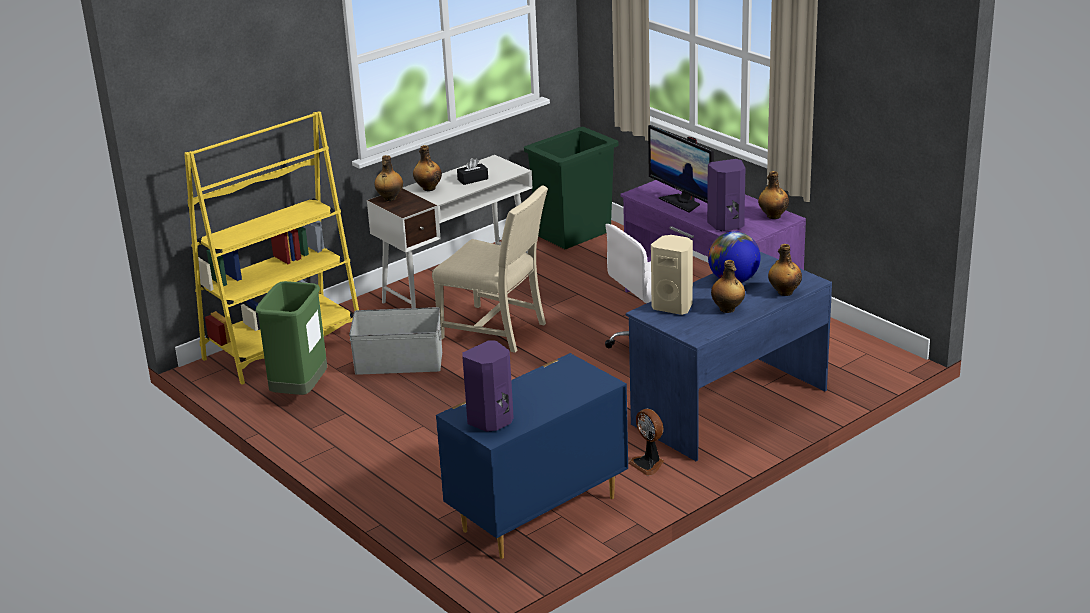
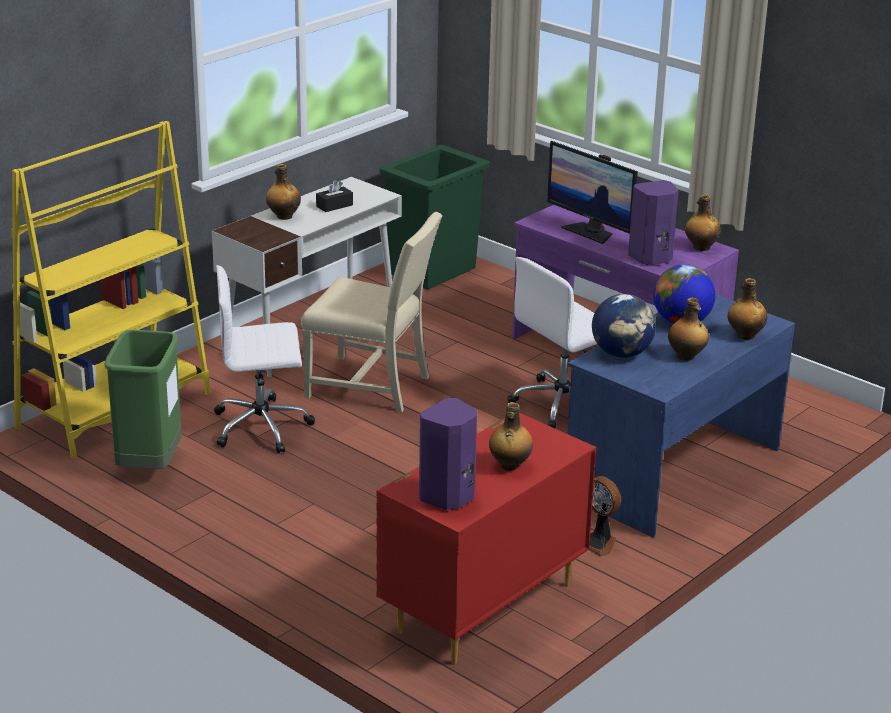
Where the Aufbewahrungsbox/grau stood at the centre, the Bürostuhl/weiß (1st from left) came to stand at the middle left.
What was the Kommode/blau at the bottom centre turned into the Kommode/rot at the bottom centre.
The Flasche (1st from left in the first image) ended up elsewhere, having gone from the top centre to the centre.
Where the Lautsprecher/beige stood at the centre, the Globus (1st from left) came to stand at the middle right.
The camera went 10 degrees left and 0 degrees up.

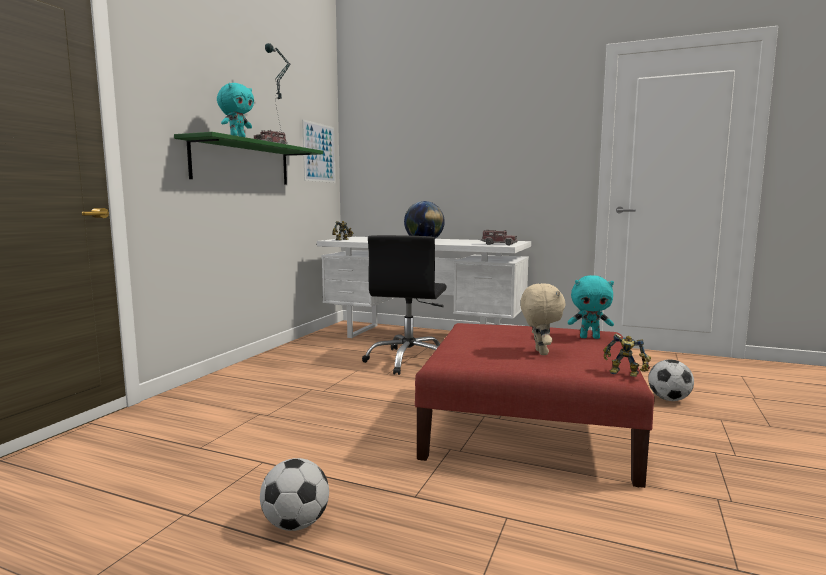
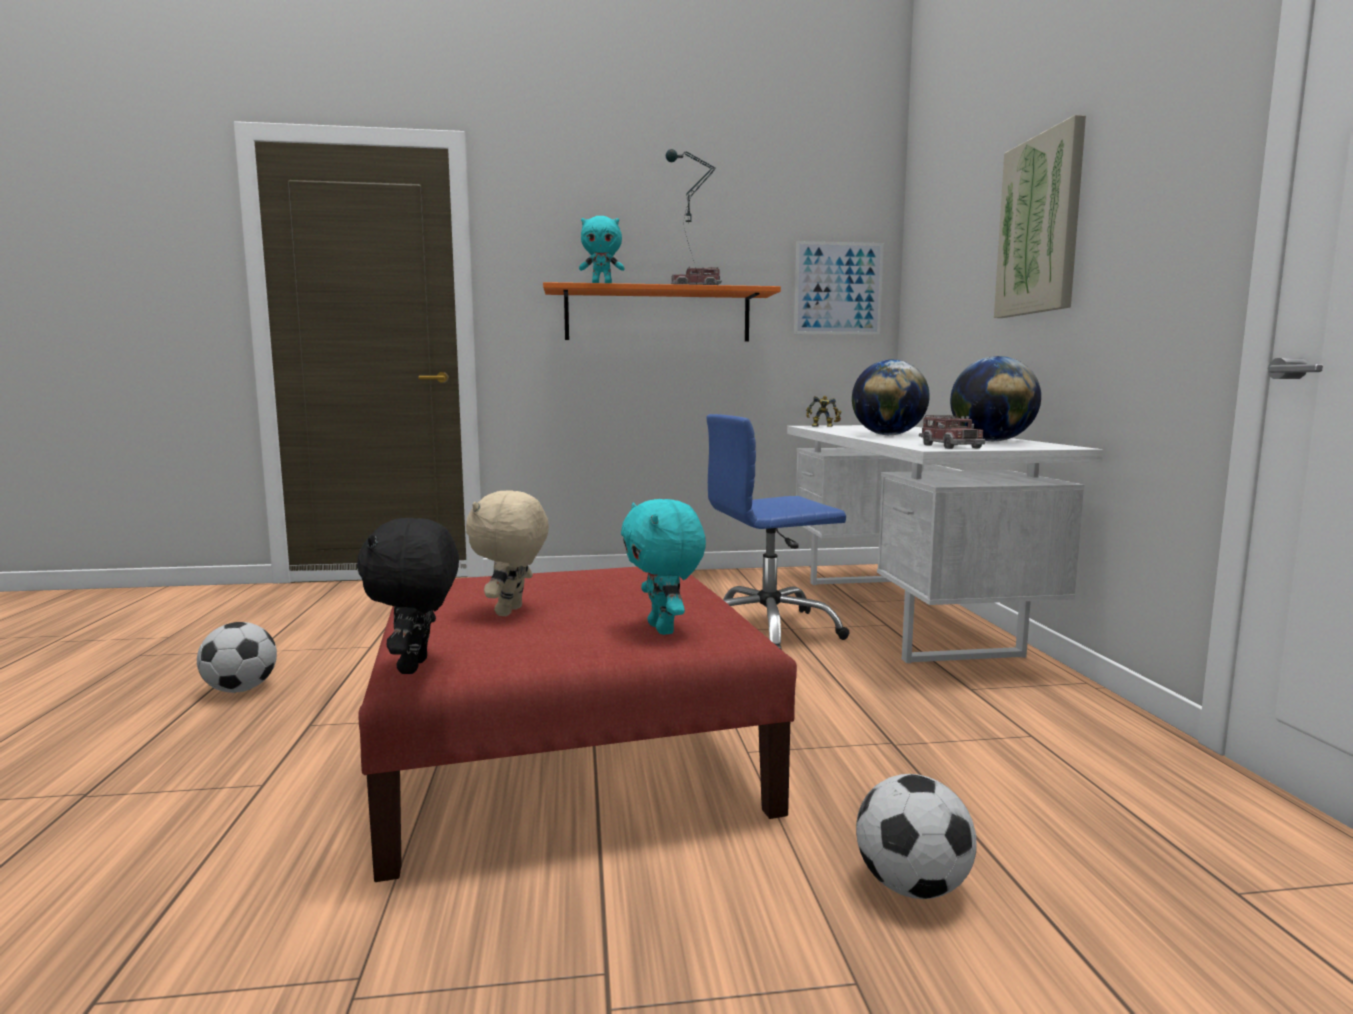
Where the Spielzeugroboter (2nd from left) stood at the middle right, the Plüschtier/schwarz came to stand at the middle left.
The Plüschtier/beige at the centre ended up facing another way, 135 degrees clockwise from before.
What was the Wandregal/grün at the top left turned into the Wandregal/orange at the top centre.
What was the Bürostuhl/schwarz at the centre turned into the Bürostuhl/blau at the centre.
The second view gained the Globus (2nd from left) at the middle right.
The second view gained the Bild (2nd from left) at the top right.
The camera went 60 degrees right and 0 degrees up.

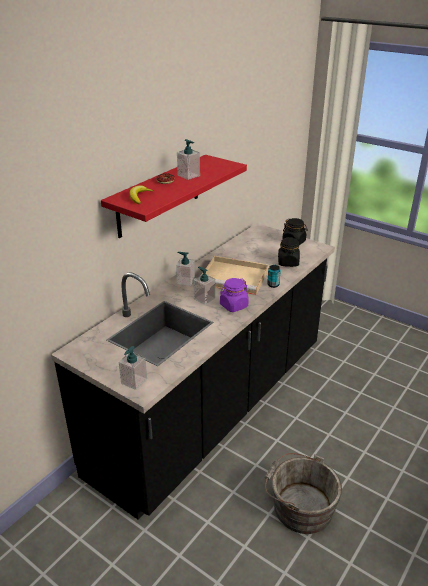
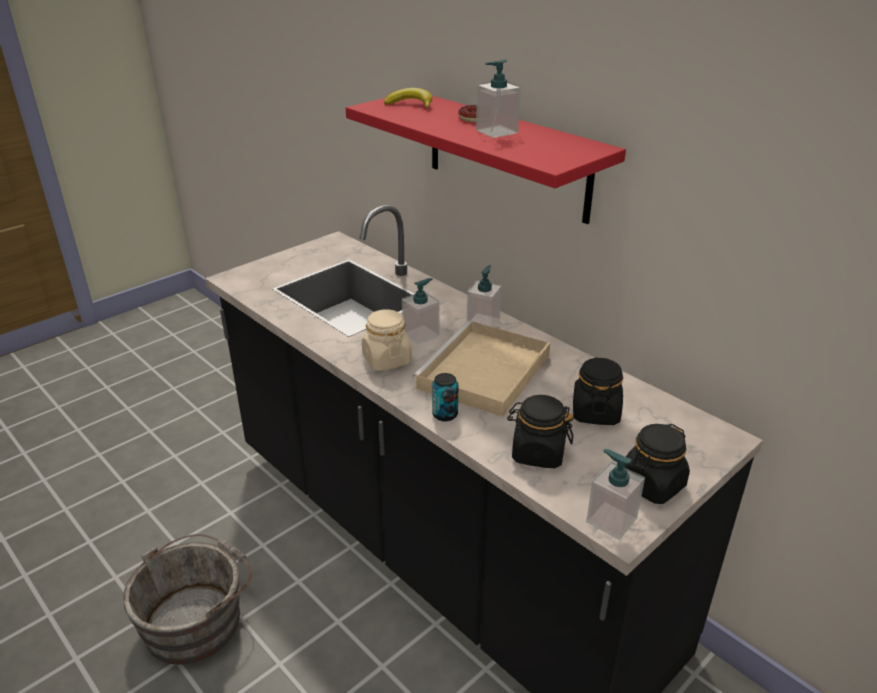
What was the Vorratsglas/lila at the centre turned into the Vorratsglas/beige at the centre.
The second view gained the Vorratsglas/schwarz (2nd from left) at the middle right.
The Seifenspender (1st from left in the first image) ended up elsewhere, having gone from the middle left to the bottom right.
The camera went 100 degrees right and 0 degrees up.

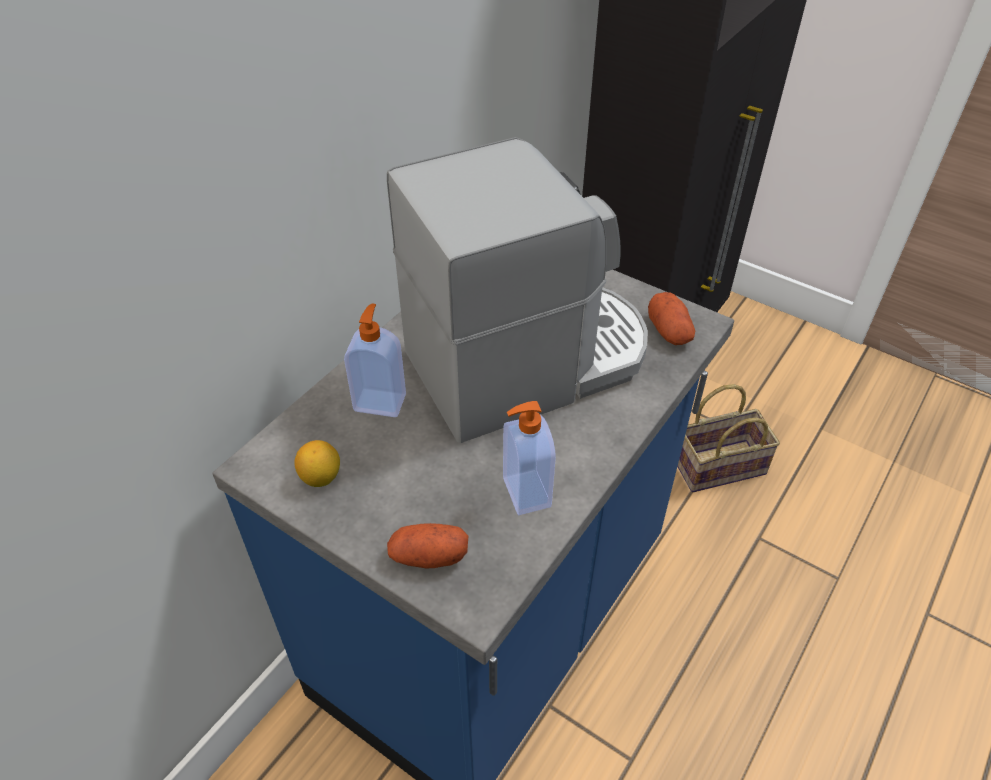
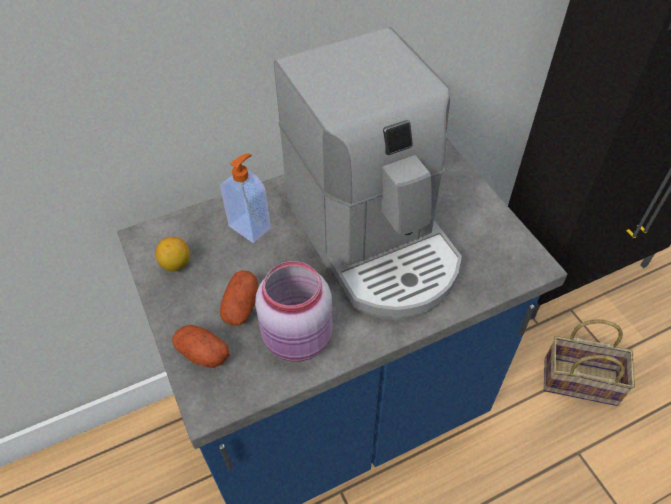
The Kartoffel (2nd from left) ended up elsewhere, having gone from the middle right to the centre.
Where the Seifenspender (2nd from left) stood at the centre, the Vorratsglas/rosa came to stand at the centre.
The Kaffeemaschine at the centre ended up facing another way, 60 degrees clockwise from before.
The camera went 30 degrees right and 5 degrees up.

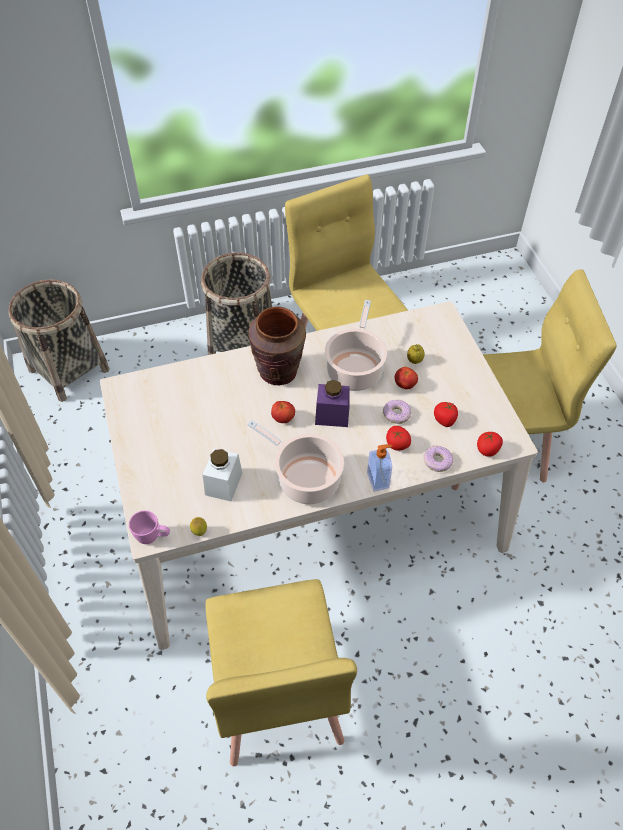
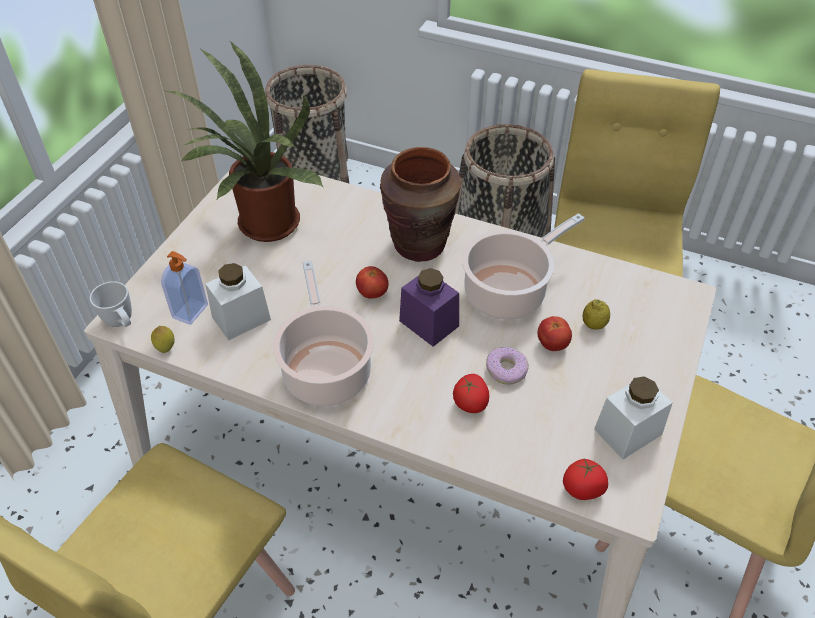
What was the Henkelbecher/rosa at the middle left turned into the Henkelbecher/weiß at the middle left.
The Seifenspender ended up elsewhere, having gone from the centre to the middle left.
The second view gained the Topfpflanze at the top left.
The second view gained the Vorratsglas/weiß (2nd from left) at the bottom right.
The second view lost the Donut (2nd from left) at the middle right.
The second view lost the Tomate (4th from left) at the middle right.
The camera went 40 degrees right and 5 degrees down.

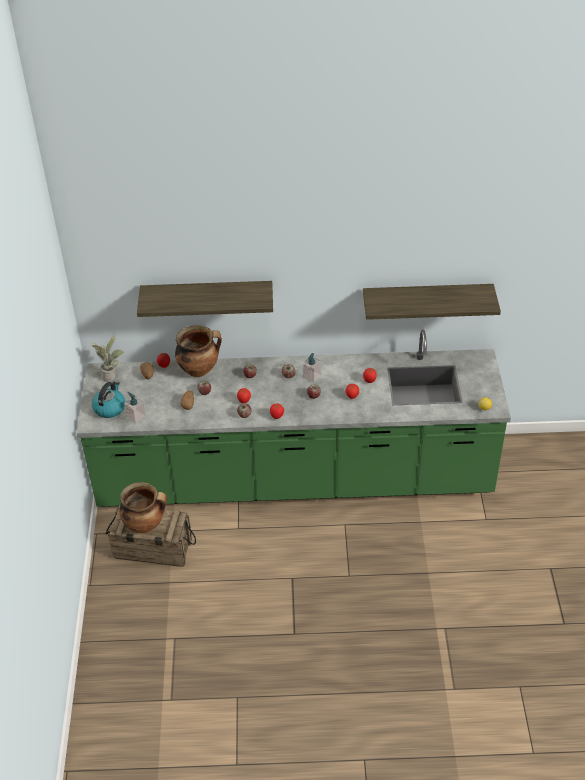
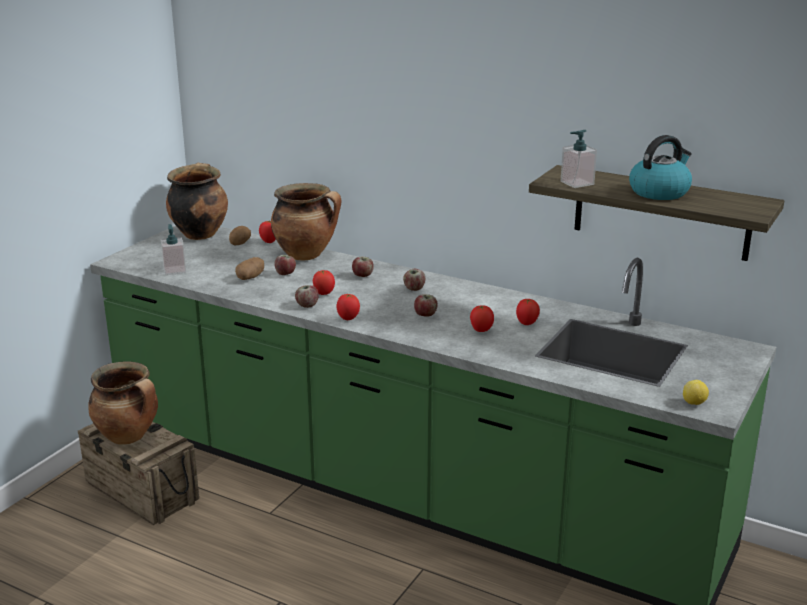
Where the Topfpflanze stood at the middle left, the Kochtopf (2nd from left) came to stand at the top left.
The Seifenspender (2nd from left) ended up elsewhere, having gone from the centre to the top right.
The Wasserkessel ended up elsewhere, having gone from the middle left to the top right.
The second view lost the Wandregal (1st from left) at the centre.
The camera went 30 degrees right and 20 degrees down.

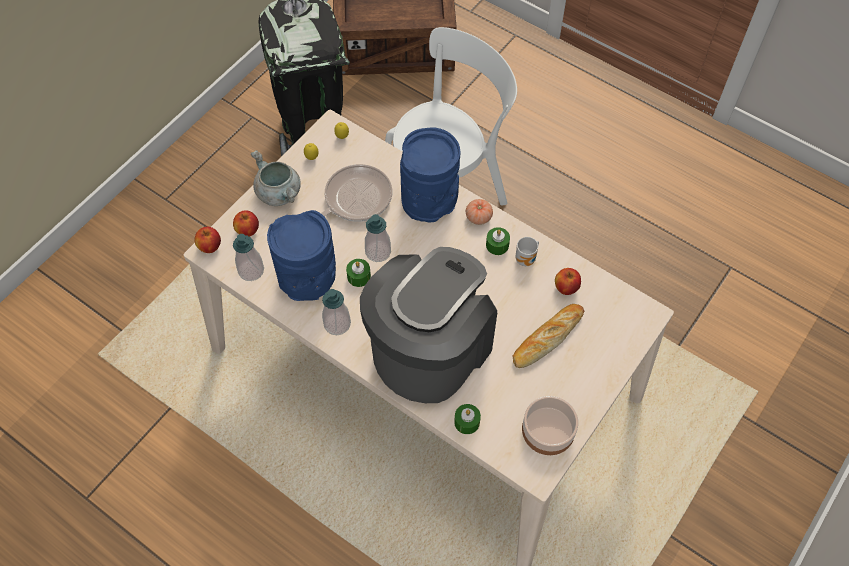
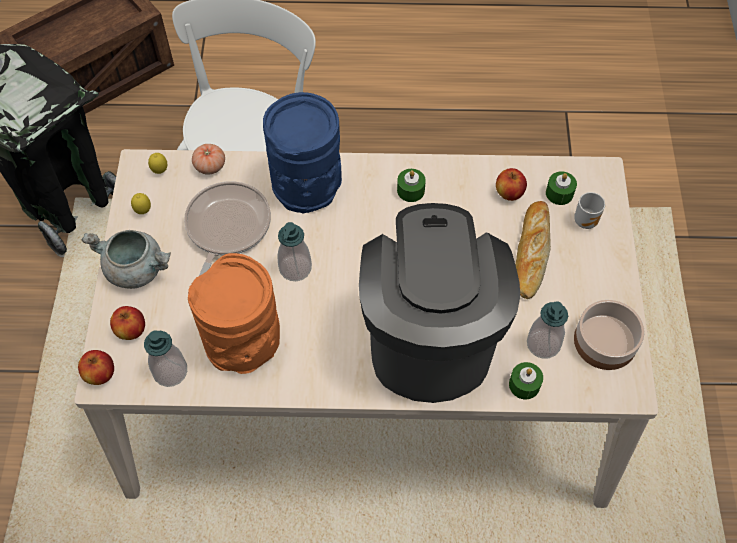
What was the Vase/blau (1st from left) at the centre turned into the Vase/orange at the middle left.
The Tomate ended up elsewhere, having gone from the centre to the top left.
The Seifenspender (2nd from left in the first image) ended up elsewhere, having gone from the centre to the middle right.
The Kerze/grün (1st from left in the first image) ended up elsewhere, having gone from the centre to the middle right.
The Henkelbecher ended up elsewhere, having gone from the centre to the middle right.
The camera went 35 degrees left and 0 degrees up.

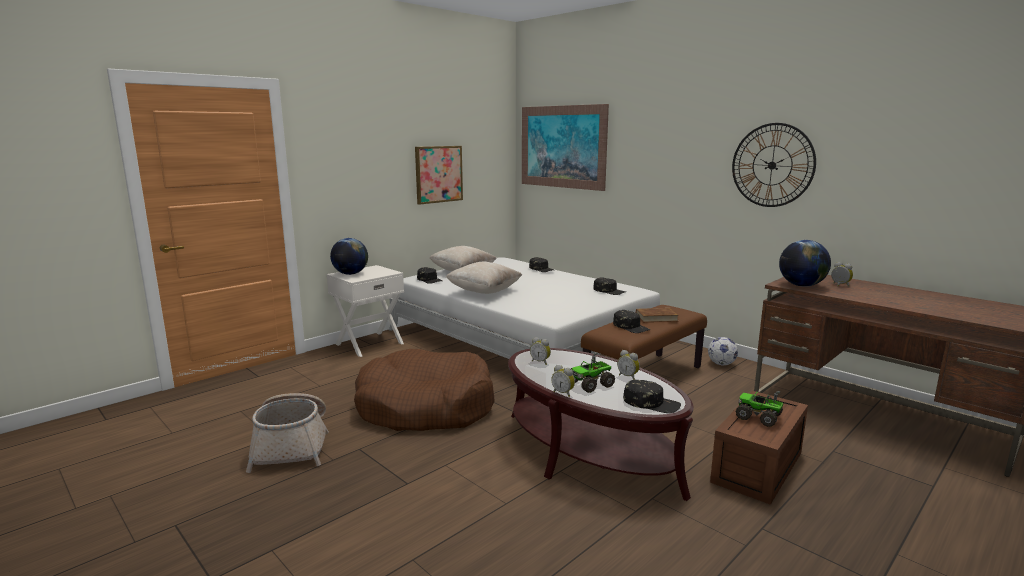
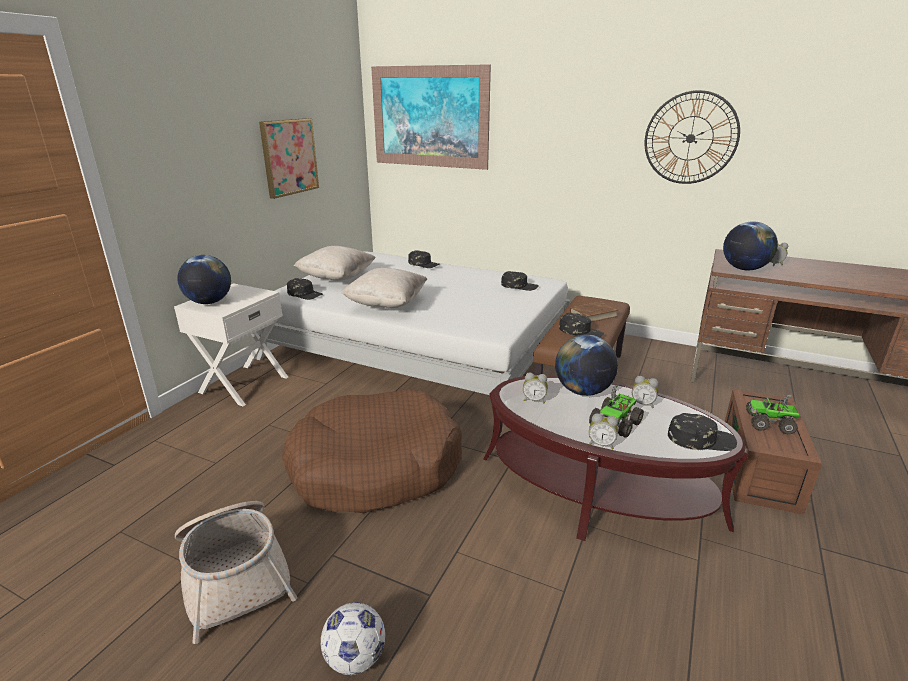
The Fußball ended up elsewhere, having gone from the middle right to the bottom centre.
The second view gained the Globus (2nd from left) at the centre.
The camera went 20 degrees left and 10 degrees up.

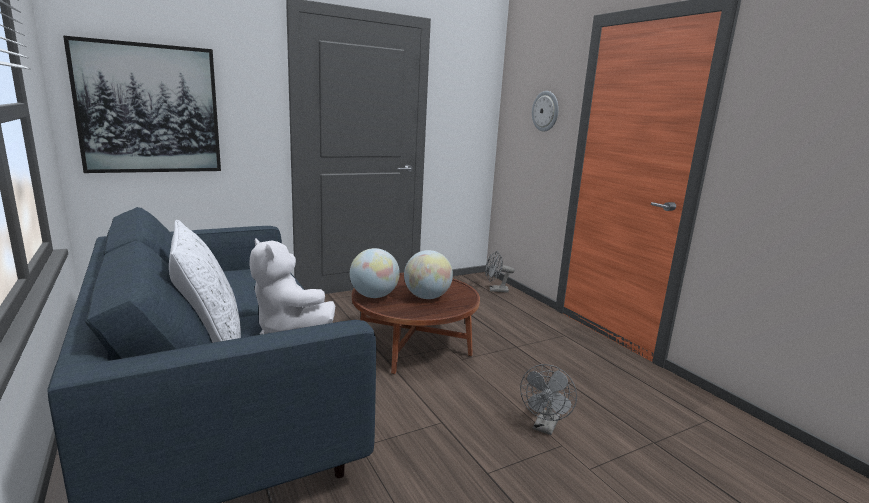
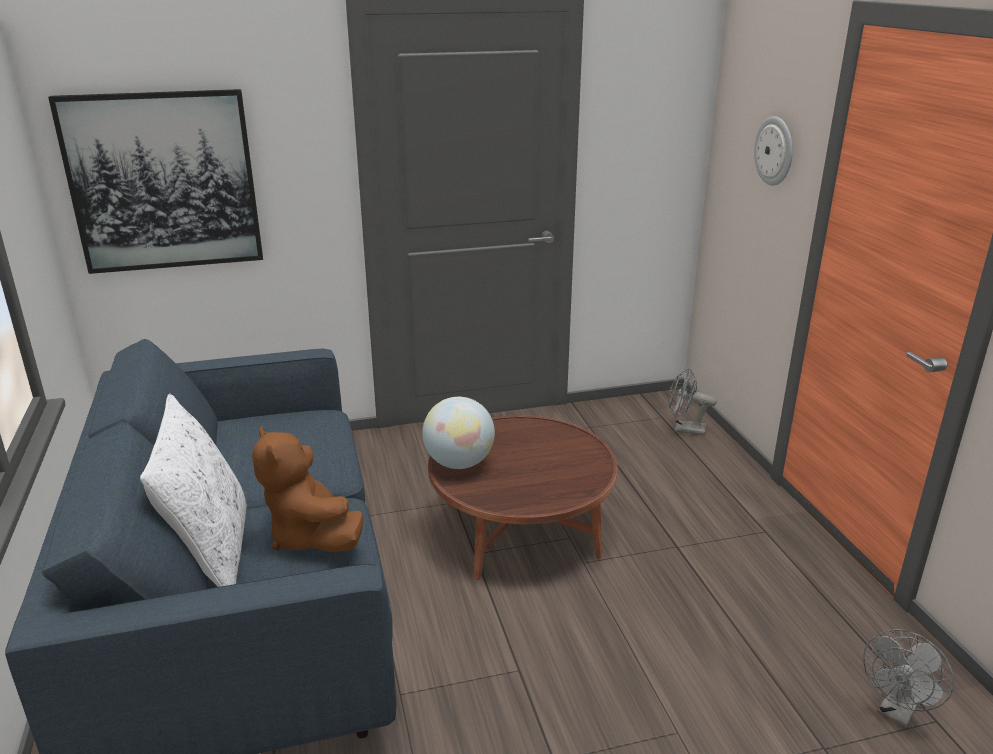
What was the Plüschtier/weiß at the centre turned into the Plüschtier/braun at the middle left.
The Ventilator/grau (2nd from left) ended up elsewhere, having gone from the bottom centre to the bottom right.
The second view lost the Globus (2nd from left) at the centre.
The camera went 15 degrees right and 10 degrees up.

